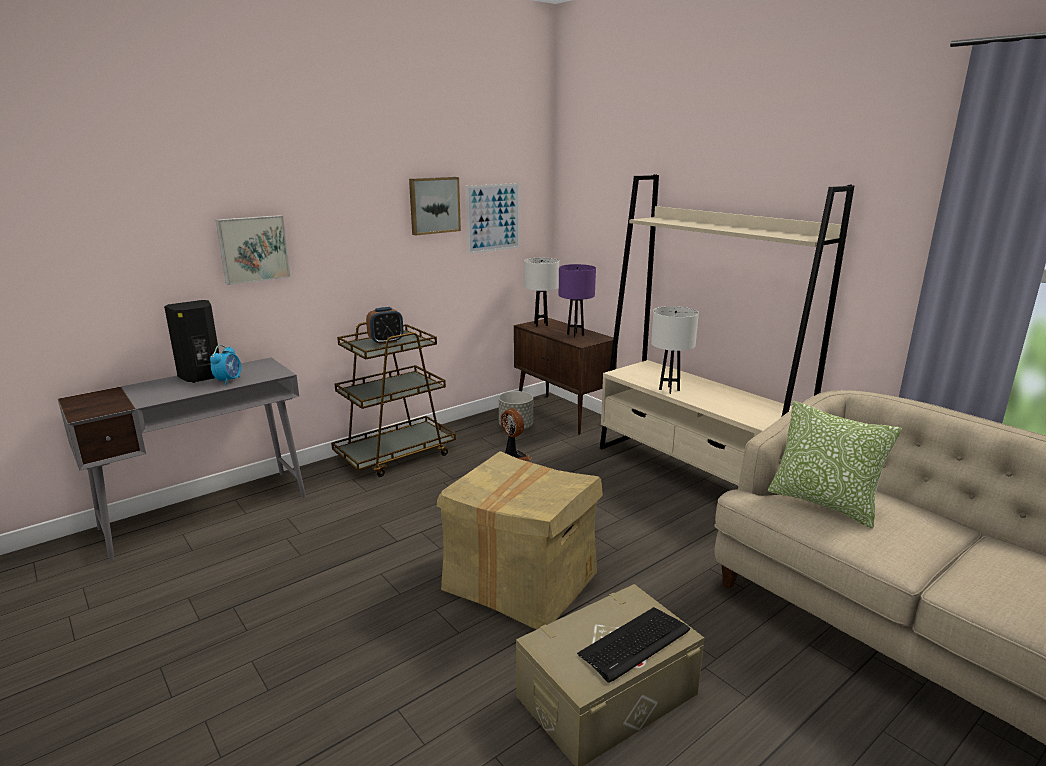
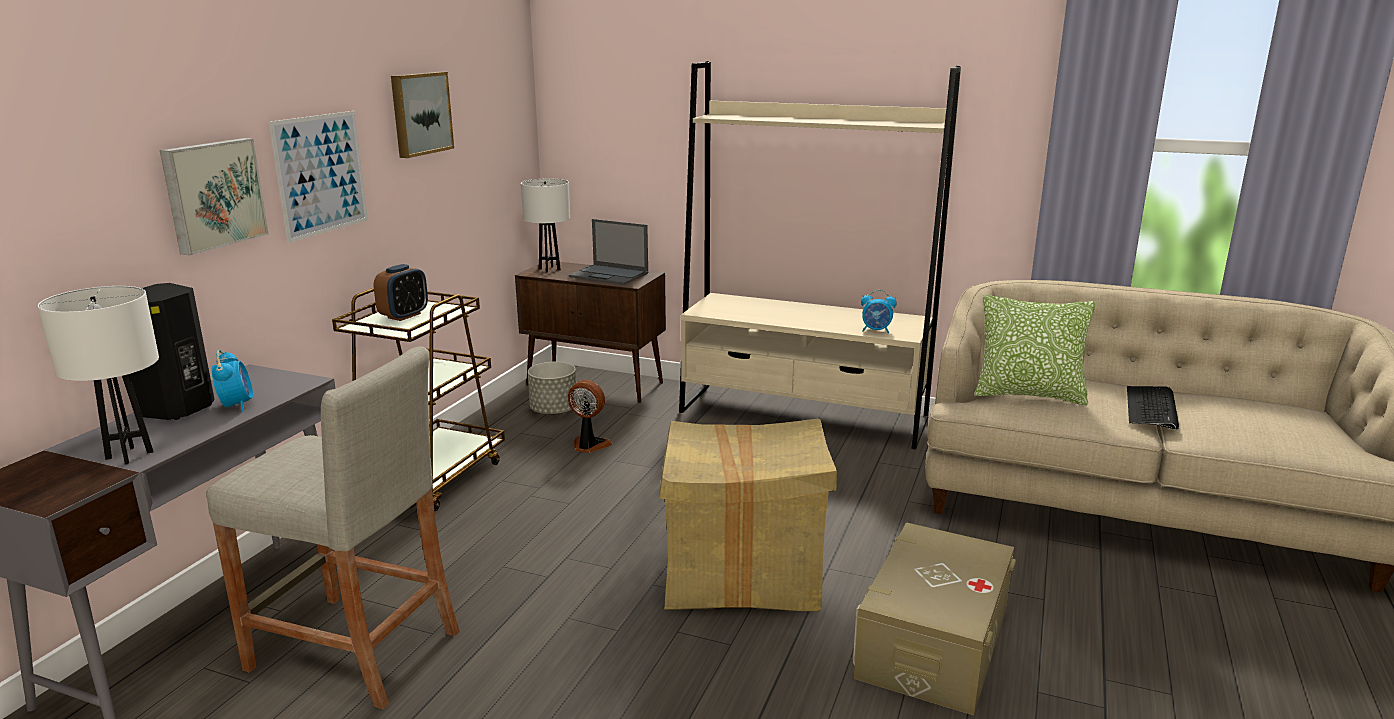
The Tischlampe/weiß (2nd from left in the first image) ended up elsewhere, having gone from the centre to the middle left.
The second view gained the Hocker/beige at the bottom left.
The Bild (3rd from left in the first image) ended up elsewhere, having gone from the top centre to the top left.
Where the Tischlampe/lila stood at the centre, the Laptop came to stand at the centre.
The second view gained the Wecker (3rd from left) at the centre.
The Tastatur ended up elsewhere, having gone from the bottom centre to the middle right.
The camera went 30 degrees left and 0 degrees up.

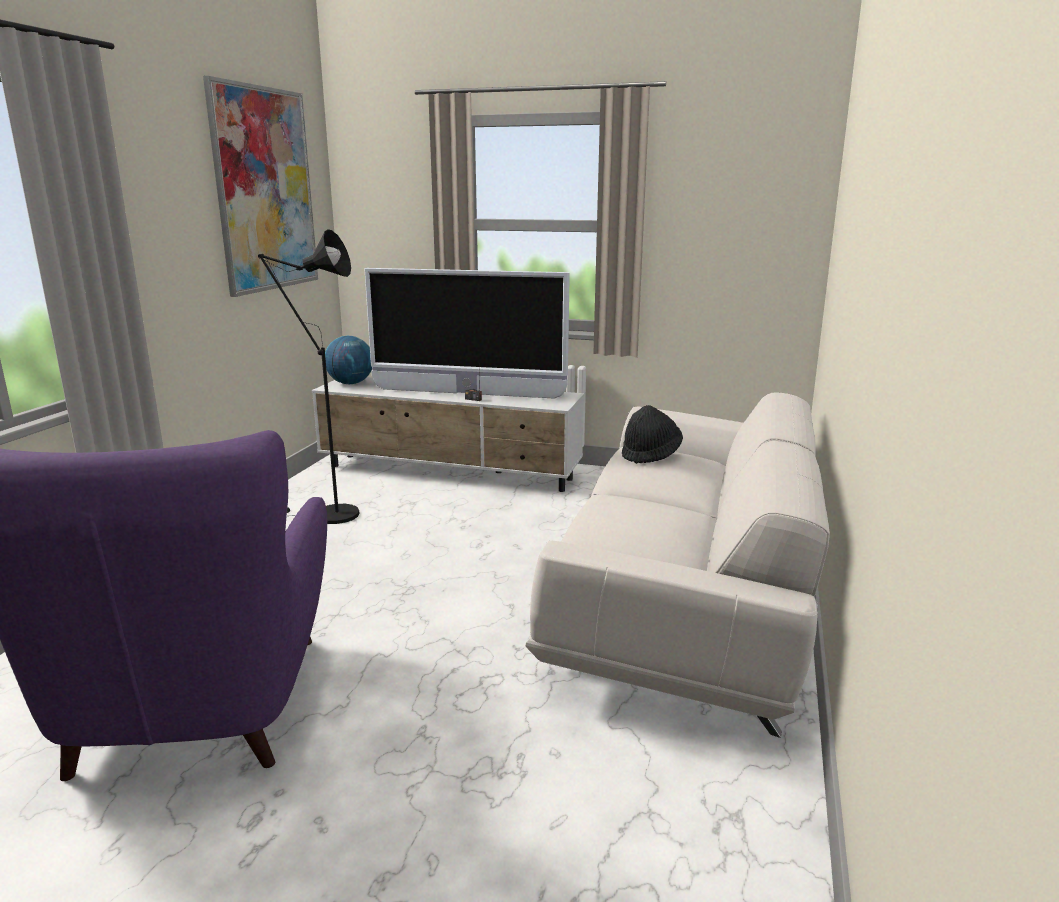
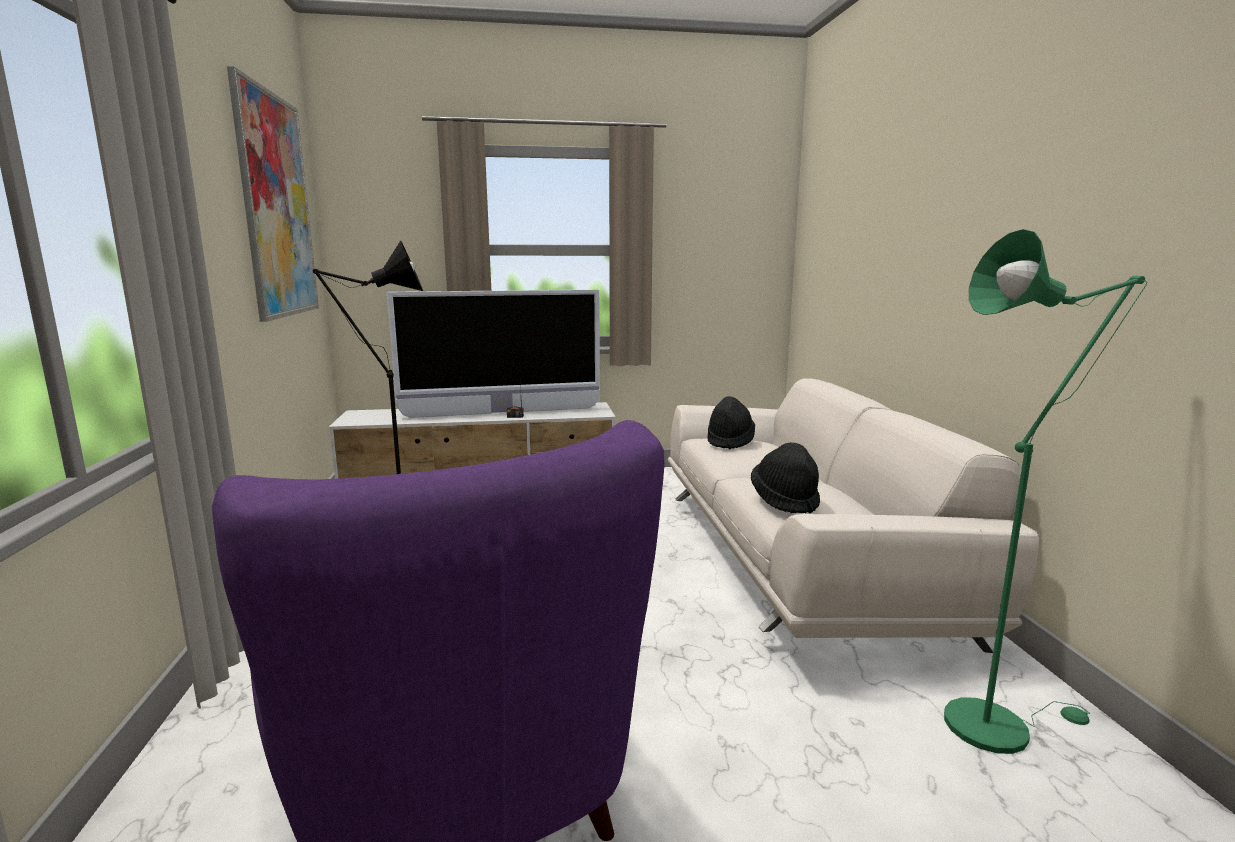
The second view gained the Hut/schwarz (2nd from left) at the centre.
The second view gained the Stehlampe/grün at the middle right.
The second view lost the Globus at the middle left.
The camera went 25 degrees left and 5 degrees down.

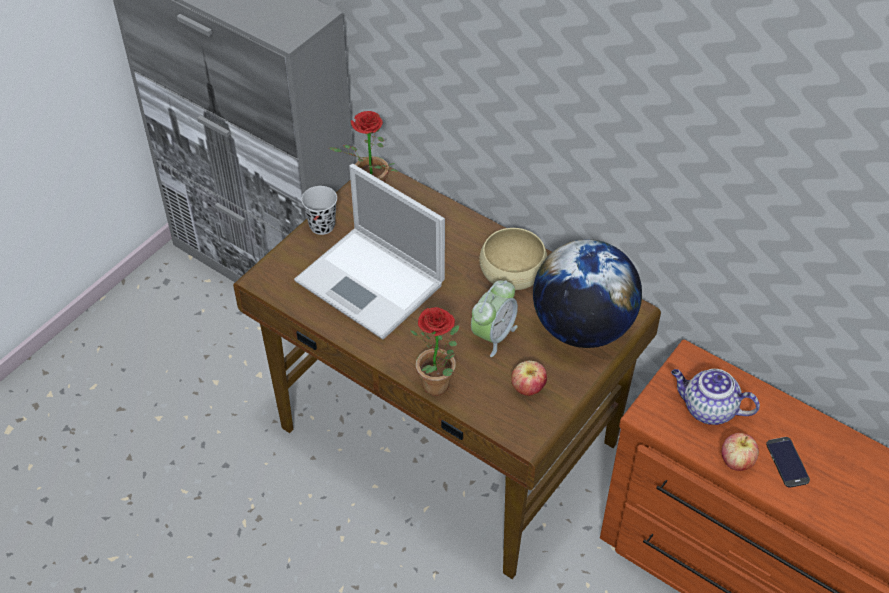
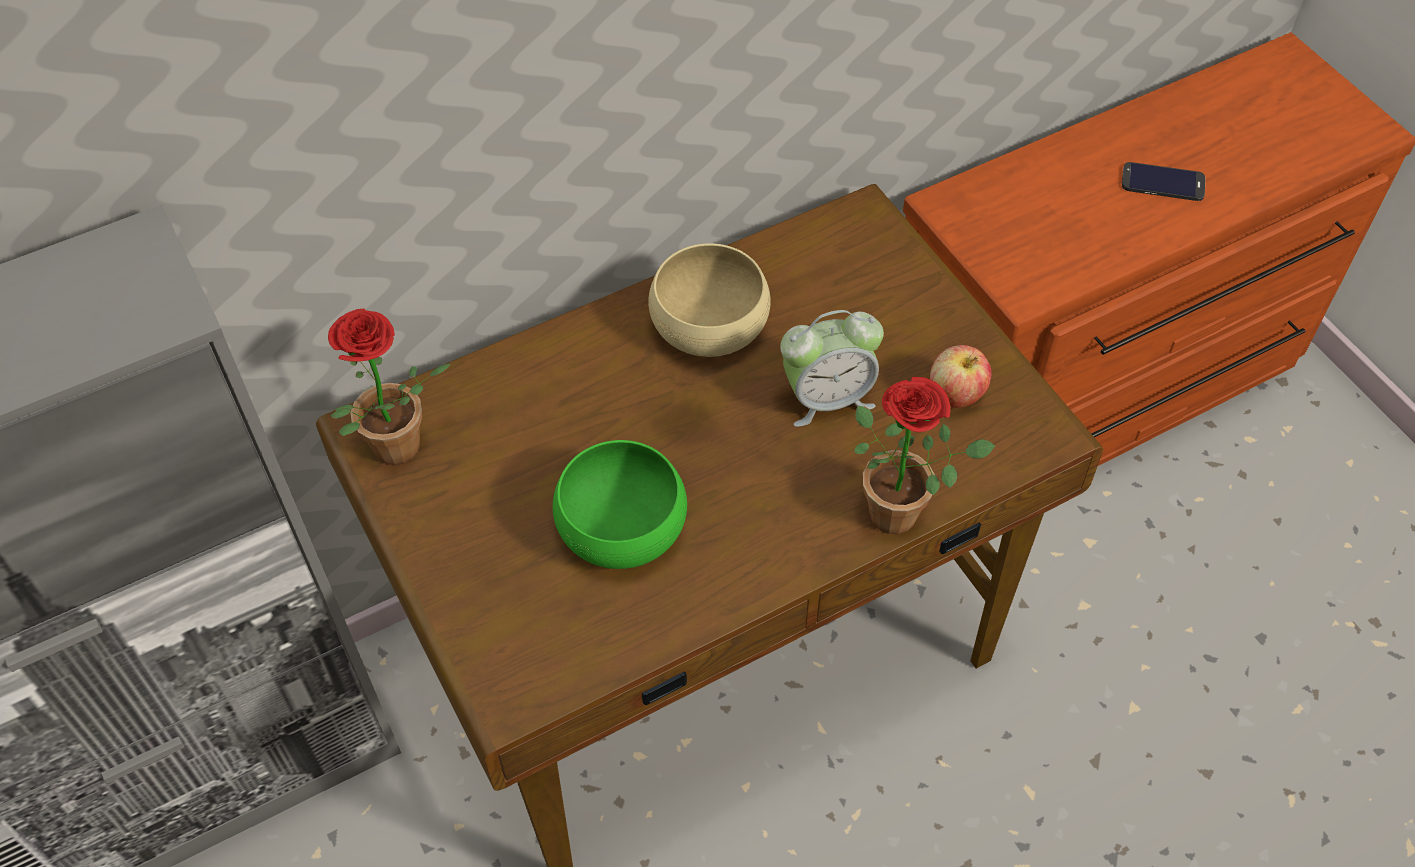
Where the Laptop stood at the centre, the Schüssel/grün came to stand at the centre.
The Wecker at the centre ended up facing another way, 105 degrees clockwise from before.
The second view lost the Tasse/schwarz at the centre.
The second view lost the Globus at the centre.
The second view lost the Teekanne at the bottom right.
The second view lost the Apfel (2nd from left) at the bottom right.
The camera went 65 degrees left and 5 degrees up.

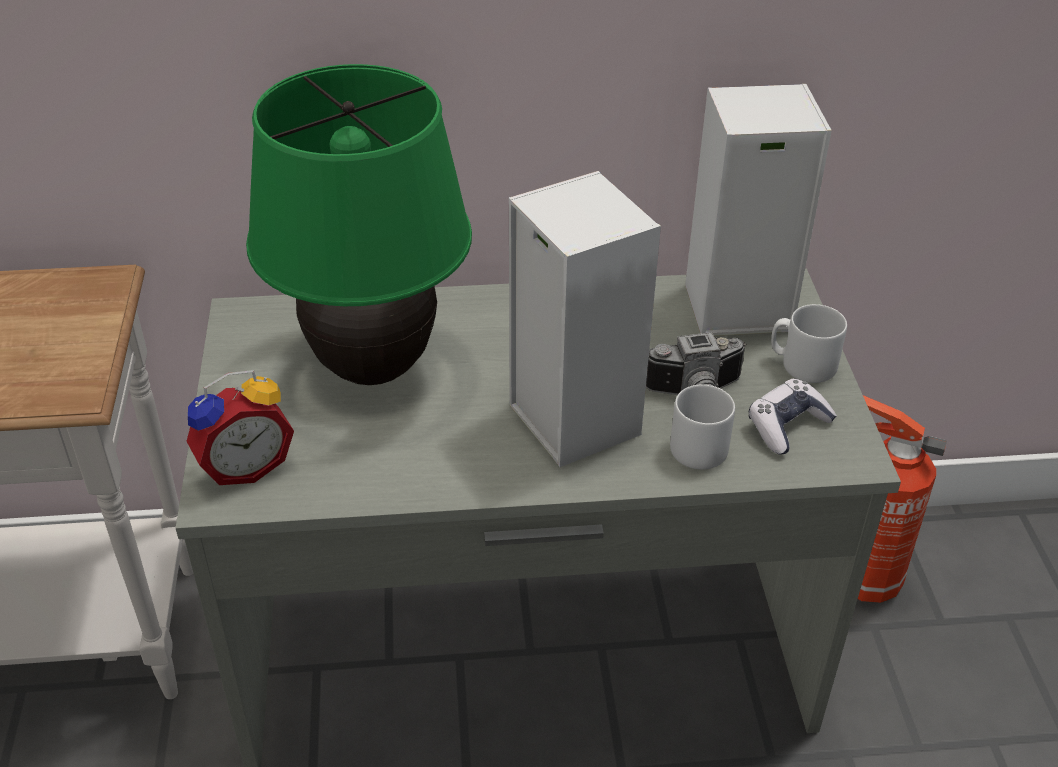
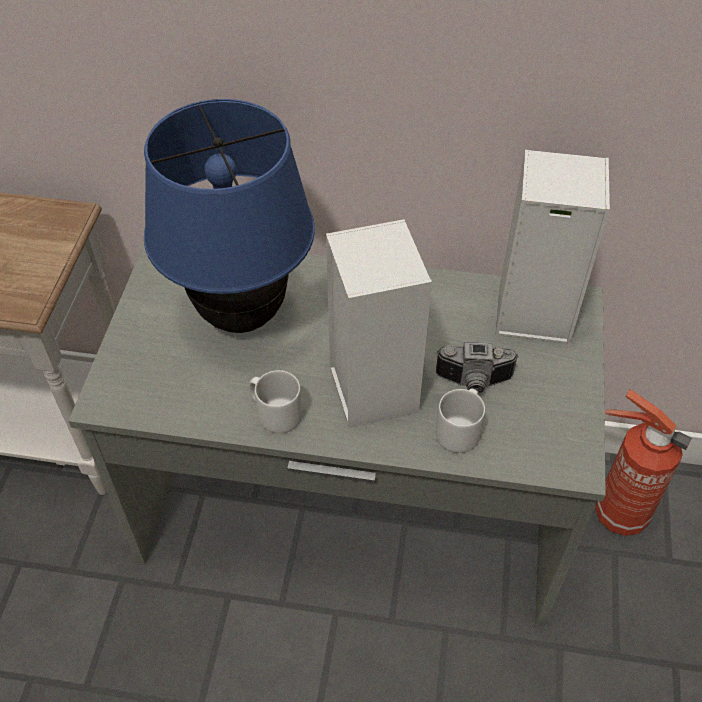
What was the Tischlampe/grün at the top centre turned into the Tischlampe/blau at the top left.
The Henkelbecher/grau (2nd from left in the first image) ended up elsewhere, having gone from the middle right to the centre.
The second view lost the Wecker at the middle left.
The second view lost the Gamepad at the middle right.
The camera went 15 degrees right and 10 degrees up.

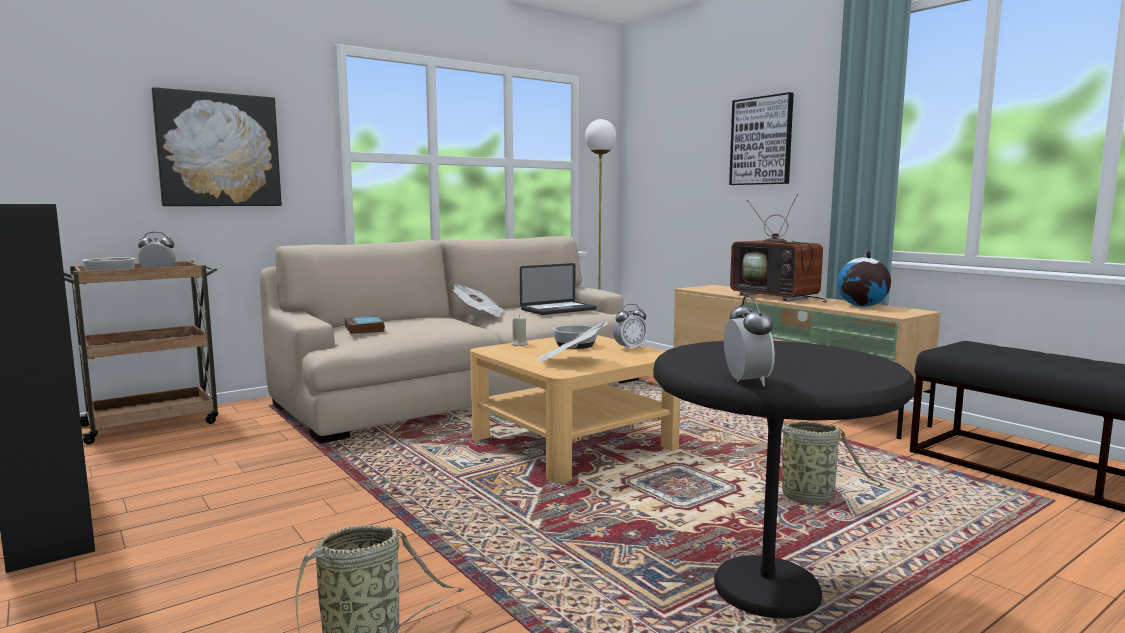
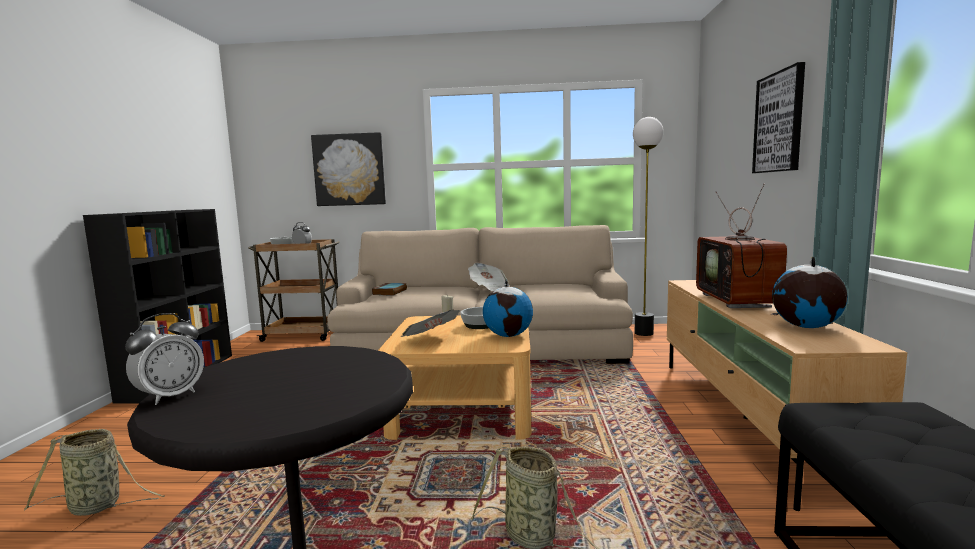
Where the Wecker (2nd from left) stood at the centre, the Globus (1st from left) came to stand at the centre.
The second view lost the Laptop at the centre.
The camera went 40 degrees right and 0 degrees up.

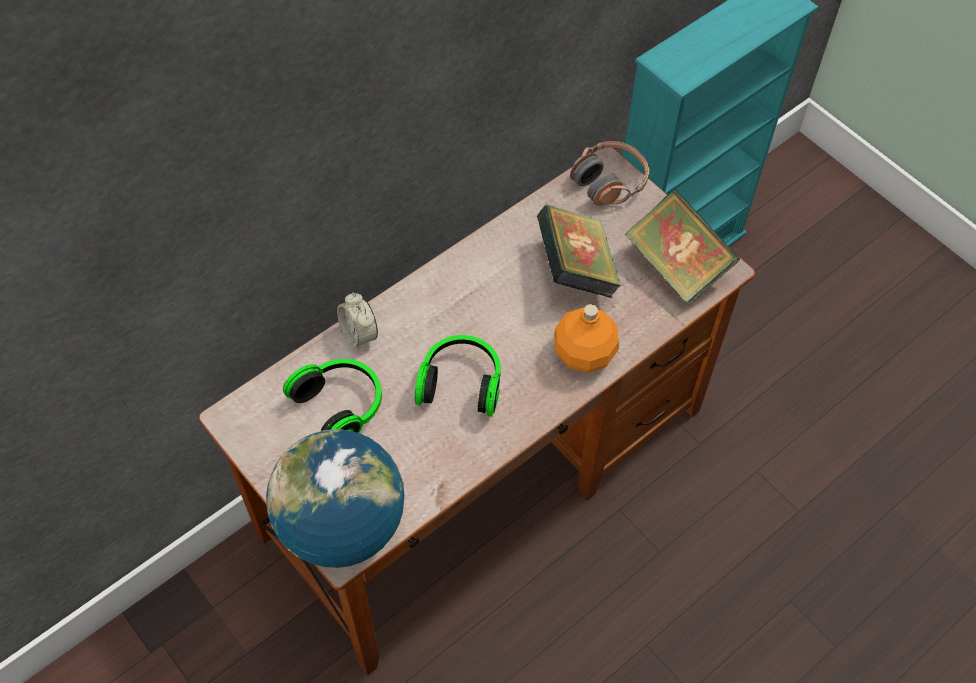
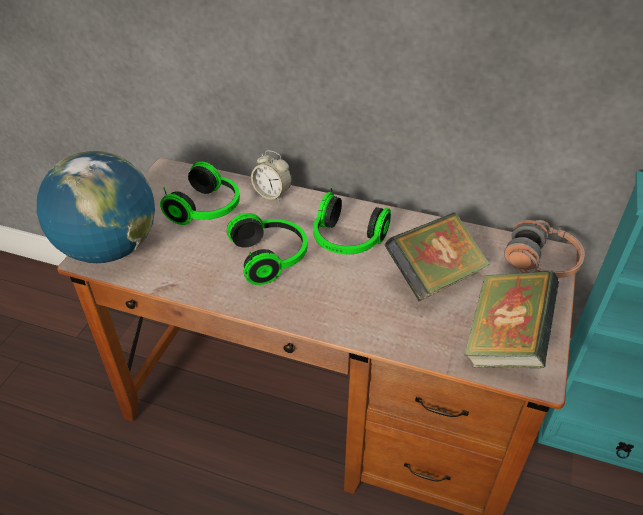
The Wecker at the centre ended up facing another way, 90 degrees counterclockwise from before.
The second view gained the Kopfhörer (3rd from left) at the centre.
The second view lost the Flasche/orange at the centre.
The camera went 60 degrees right and 15 degrees down.

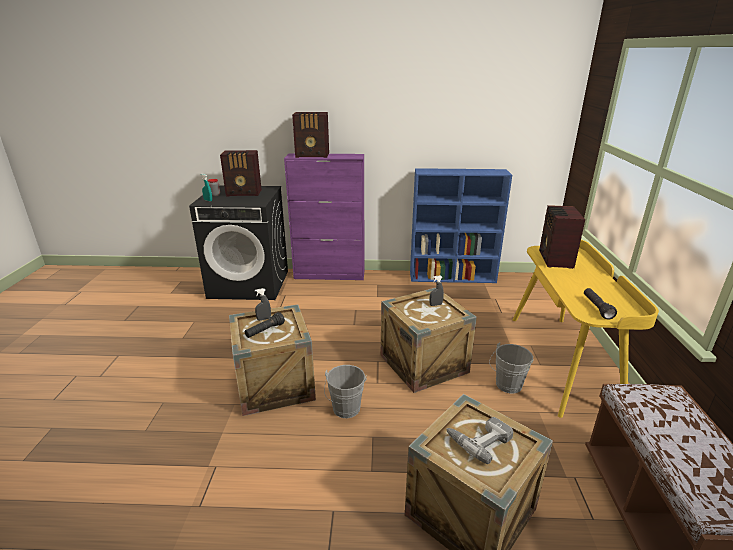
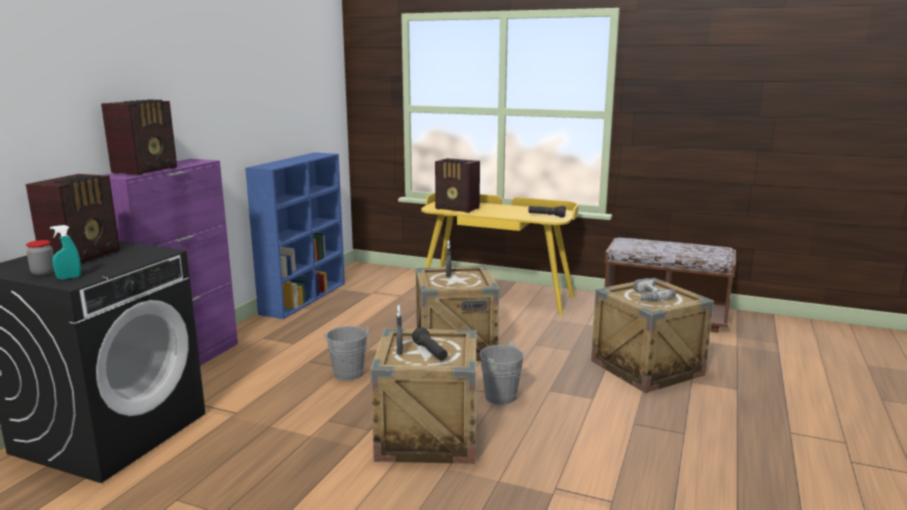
The Eimer/grau (2nd from left in the first image) ended up elsewhere, having gone from the bottom right to the bottom centre.
The camera went 70 degrees left and 10 degrees down.

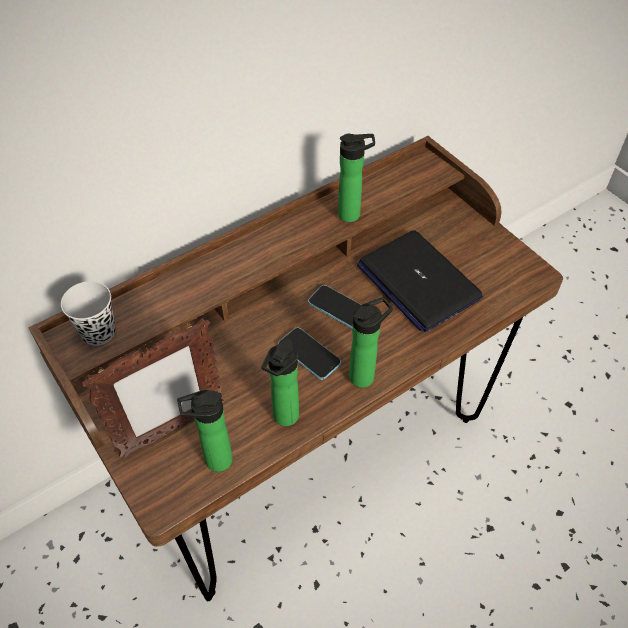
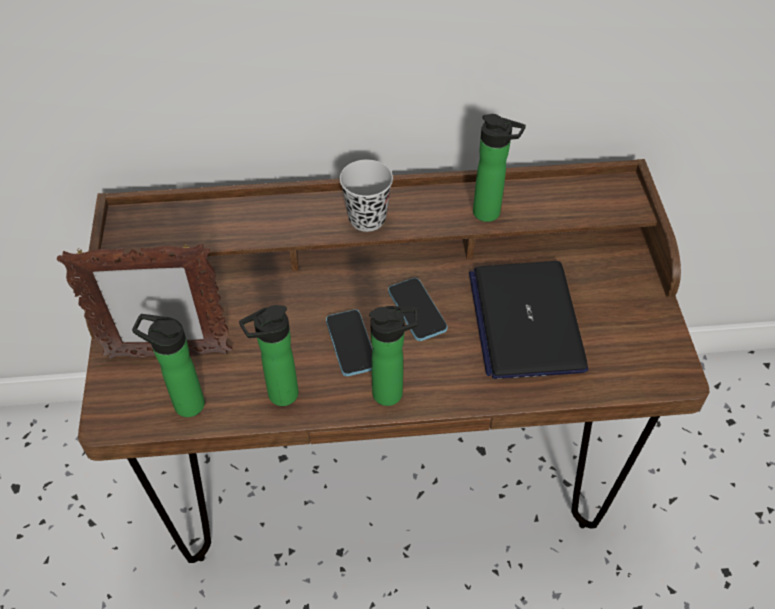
The Tasse/schwarz ended up elsewhere, having gone from the middle left to the top centre.
The camera went 30 degrees right and 0 degrees up.

